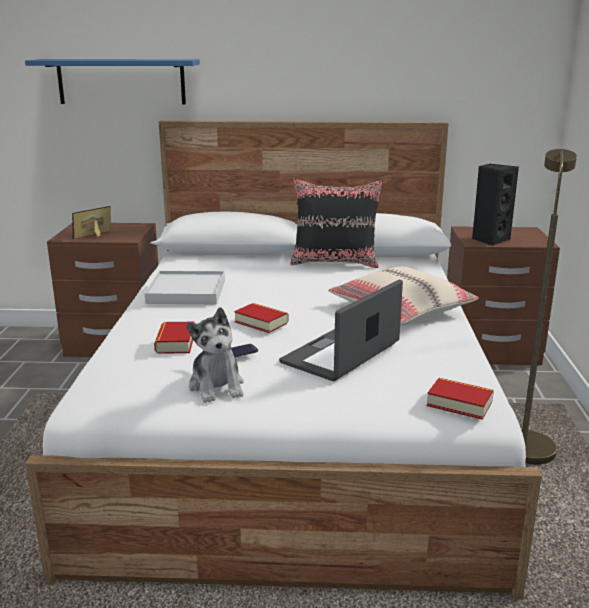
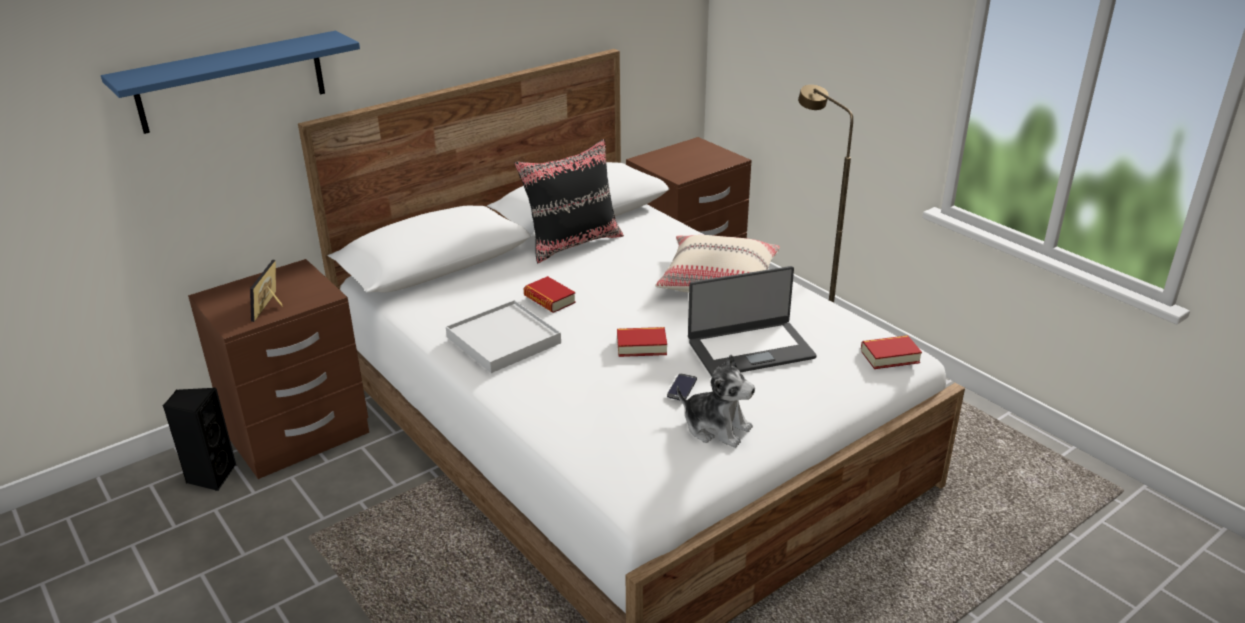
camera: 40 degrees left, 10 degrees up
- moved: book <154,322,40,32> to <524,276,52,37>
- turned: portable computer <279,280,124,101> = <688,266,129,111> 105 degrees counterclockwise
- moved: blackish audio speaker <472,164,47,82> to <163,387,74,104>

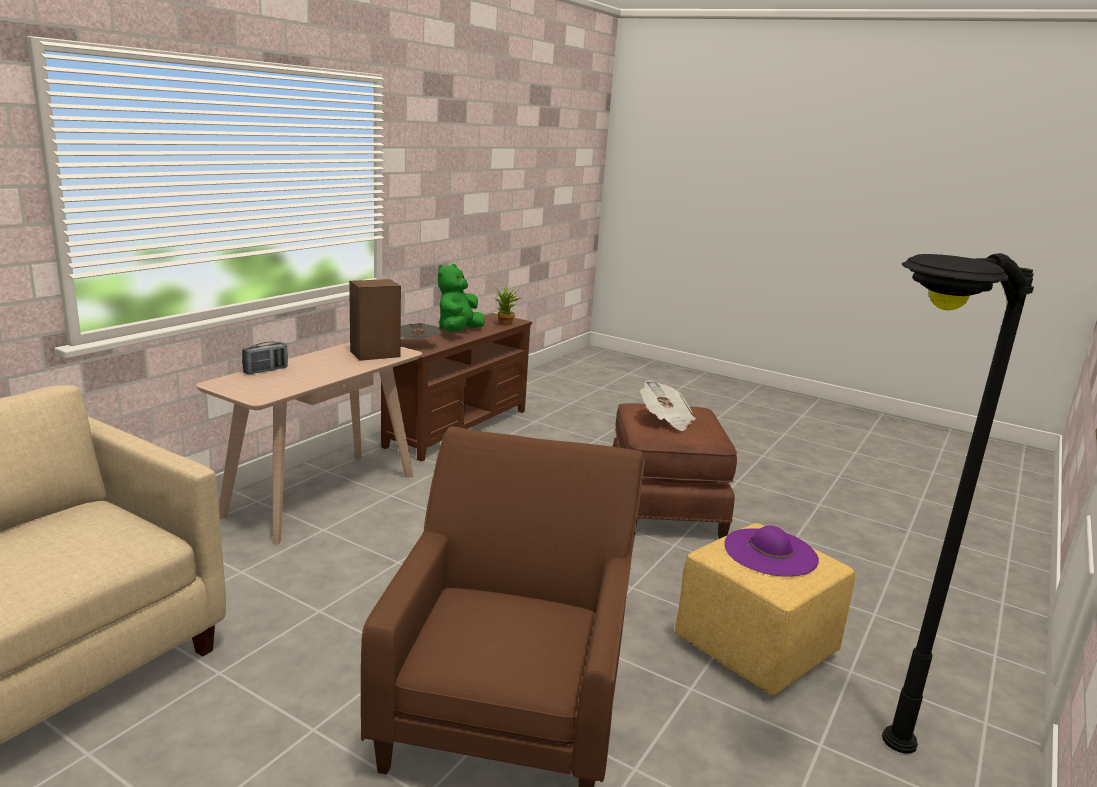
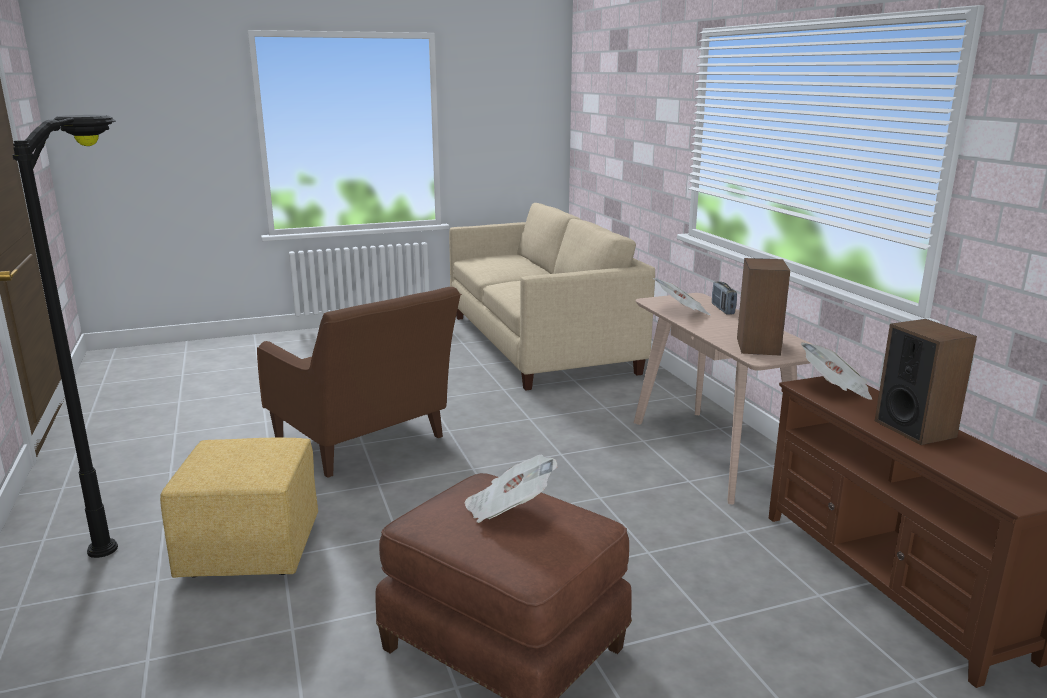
camera: 130 degrees right, 0 degrees up
- replaced: greenish soft toy <438,264,47,68> to audio speaker <875,319,102,126>
- removed: plant in a pot <495,287,26,39>
- removed: purple hat <724,525,95,52>
- added: newspaper <653,278,59,38>

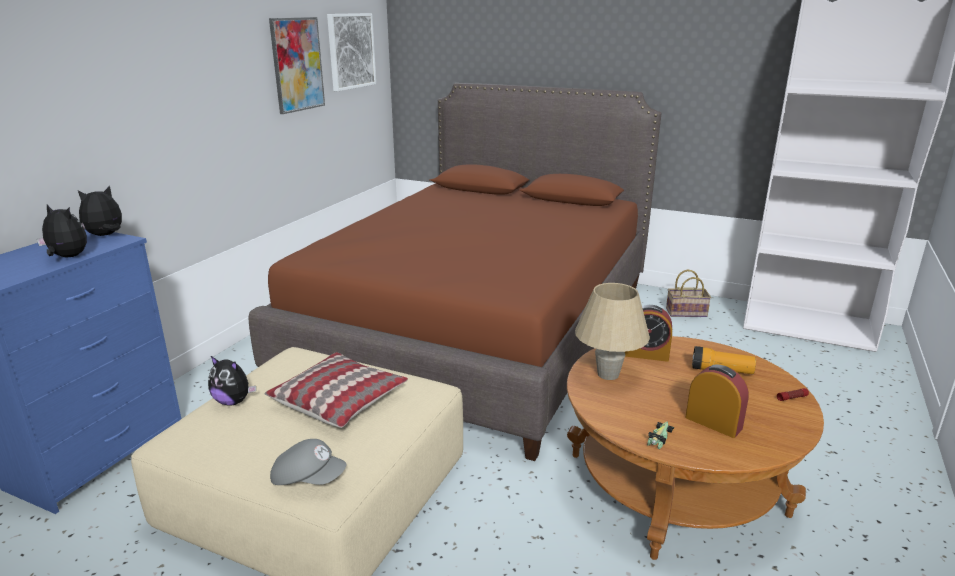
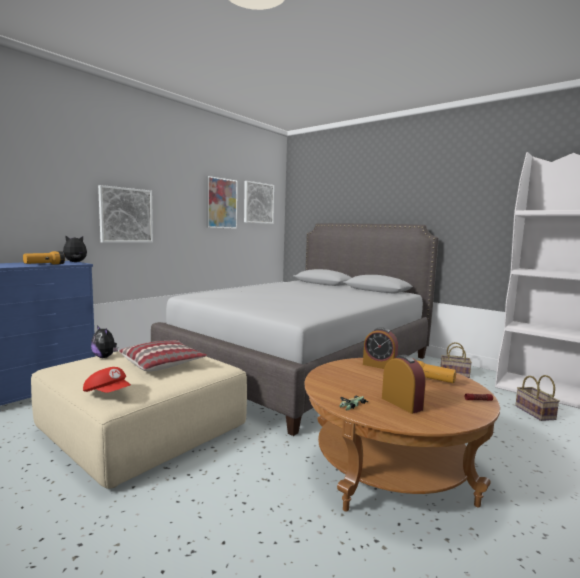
camera: 15 degrees right, 15 degrees down
- replaced: soft toy <37,204,50,53> to torch <23,251,42,13>
- recoloured: brown bed <249,83,413,378> to grey bed <151,223,288,213>
- recoloured: grey baseball cap <270,439,76,46> to red baseball cap <83,367,48,26>
- removed: beige-coloured tabletop lamp <575,283,75,97>
- added: wall art <98,185,55,58>
- added: storage basket <515,375,45,46>

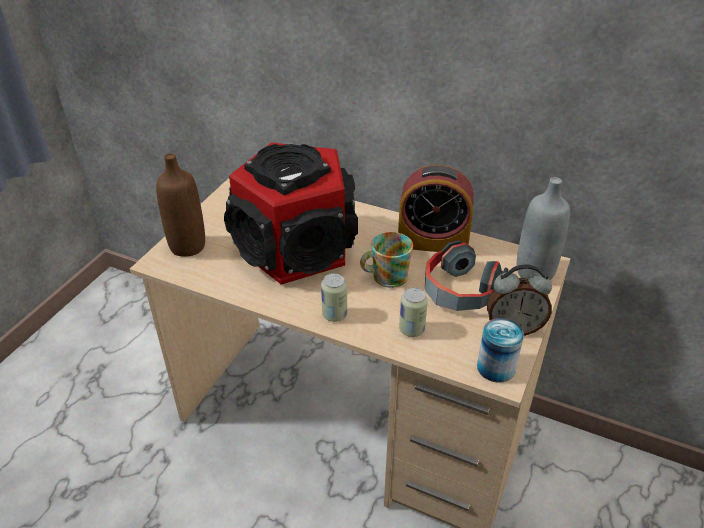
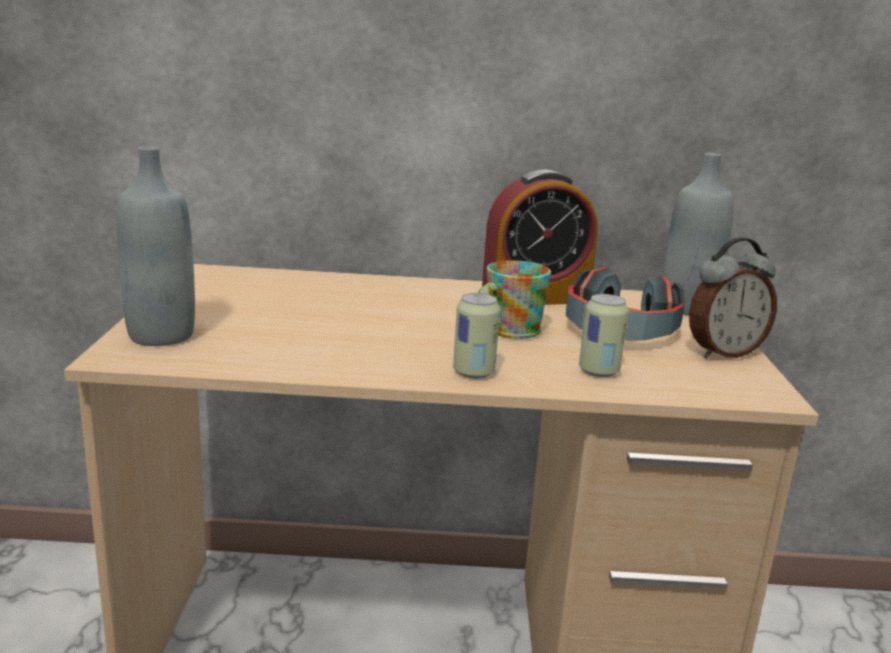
camera: 25 degrees left, 20 degrees down
- recoloured: brown drink bottle <156,153,49,104> to grey drink bottle <117,147,78,199>
- removed: audio speaker <224,143,134,141>
- removed: metal can <477,318,47,65>

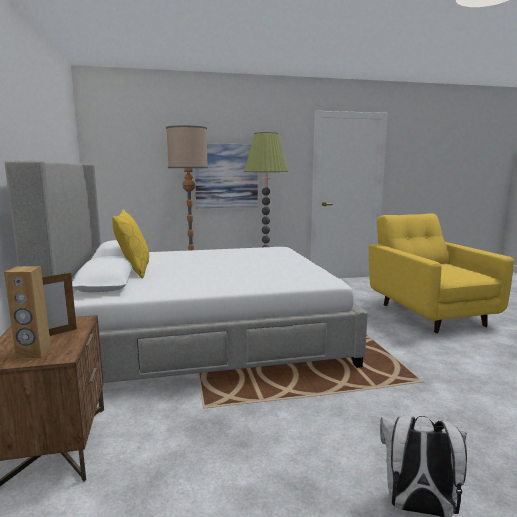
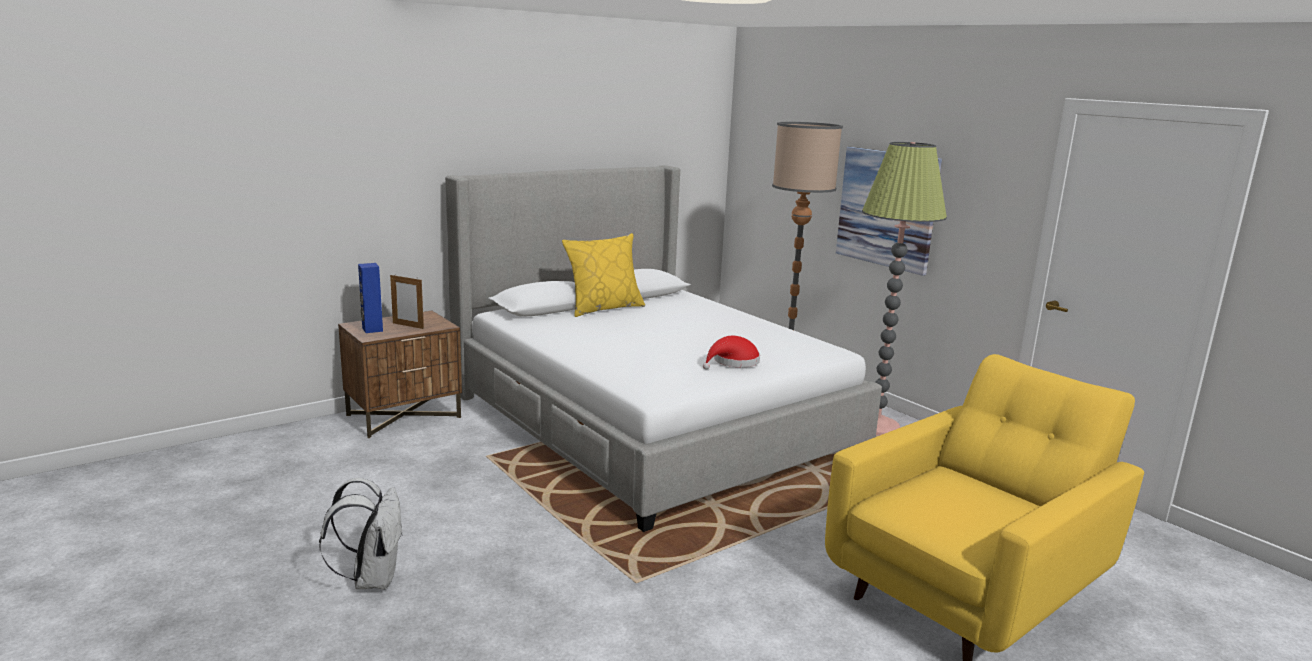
camera: 65 degrees right, 5 degrees up
- recoloured: brown audio speaker <4,266,47,93> to bluish audio speaker <358,263,25,70>
- added: red hat <703,336,57,34>

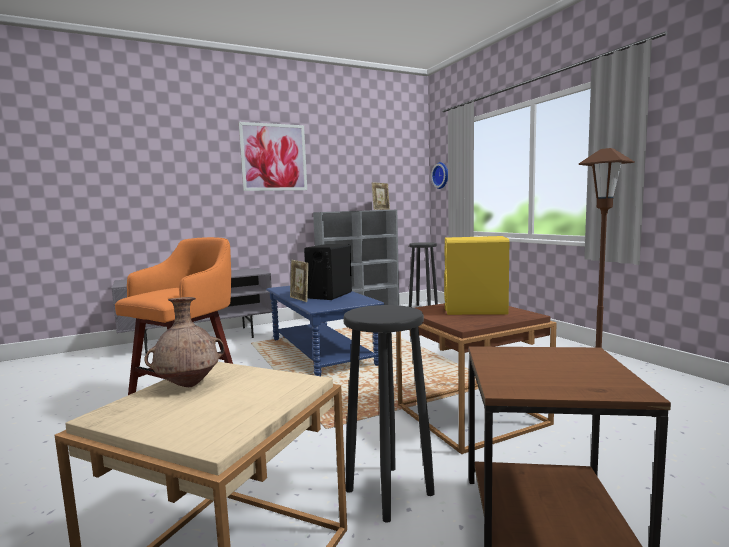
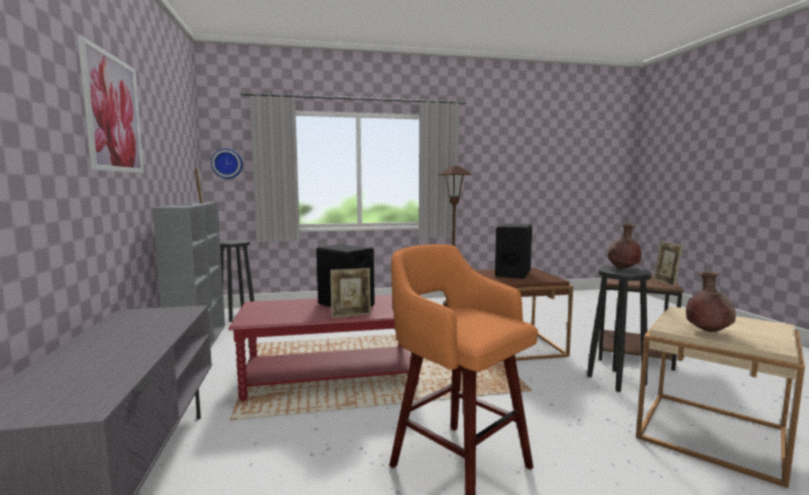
camera: 75 degrees left, 0 degrees up
- recoloured: bluish low table <266,286,118,90> to red low table <229,295,190,106>
- recoloured: yellow-coloured audio speaker <444,236,65,79> to blackish audio speaker <495,223,37,56>
- added: brown vase <607,223,35,46>
- added: picture frame <654,241,29,46>

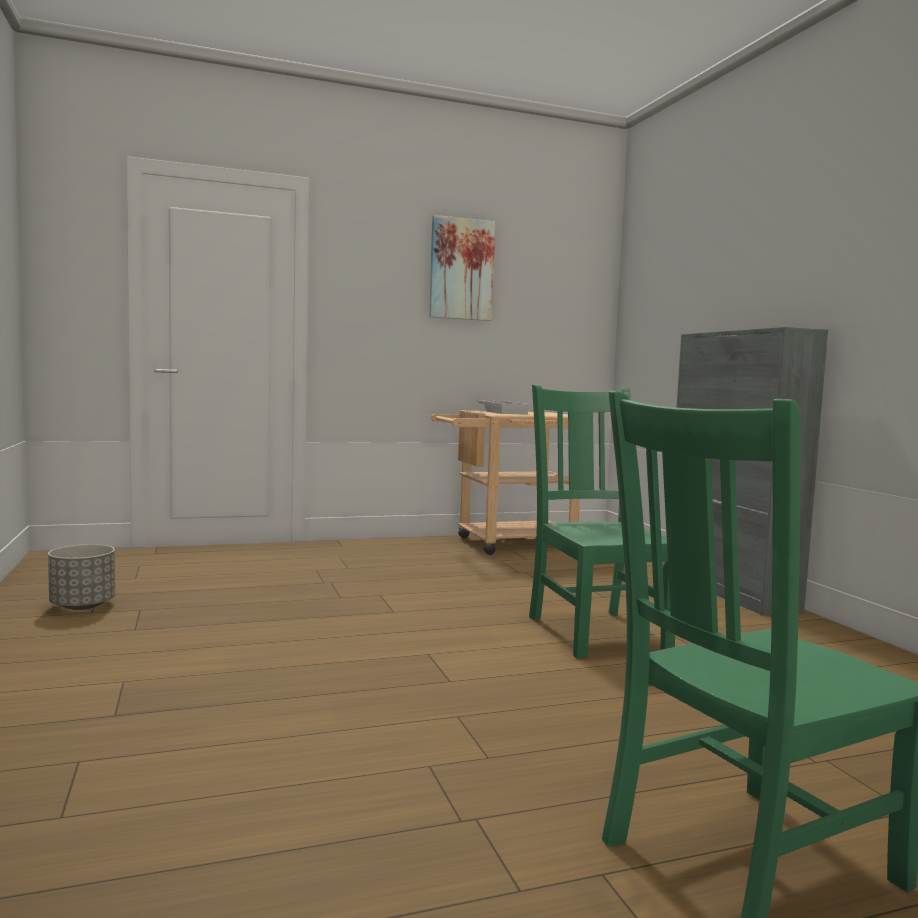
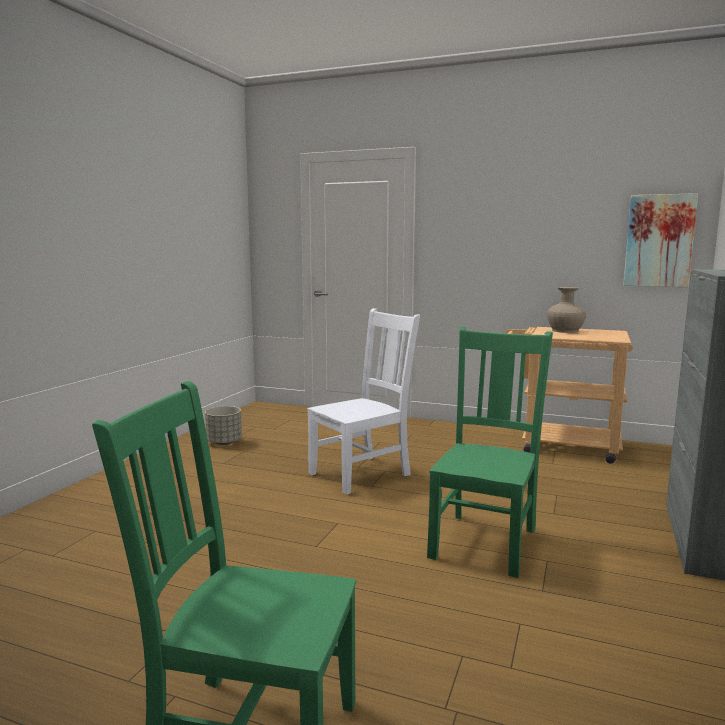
camera: 40 degrees right, 5 degrees up
- moved: wall art <429,215,66,106> to <623,193,75,94>
- replaced: whitish serving tray <477,400,54,14> to beige-coloured vase <547,287,39,46>
- added: whitish plain chair <307,308,113,187>

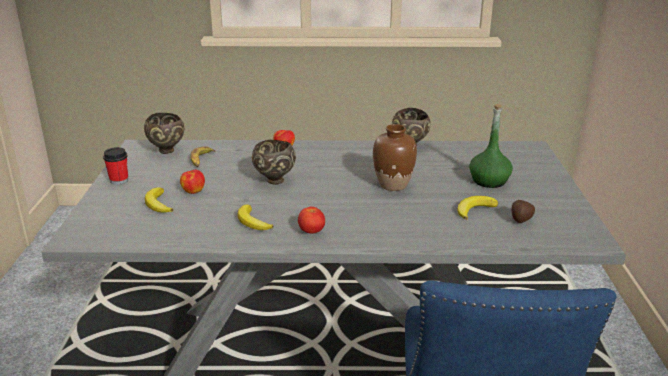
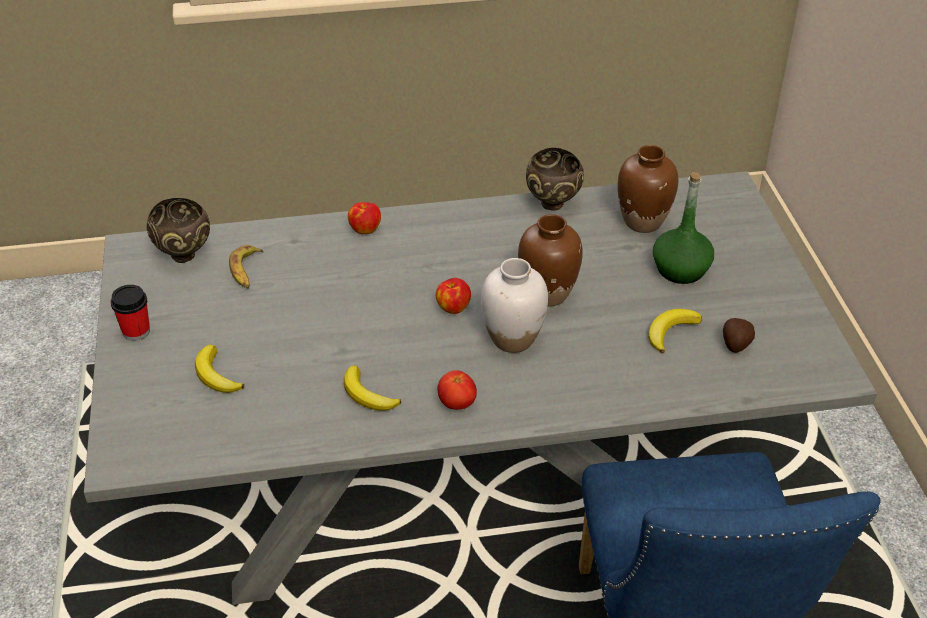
camera: 10 degrees left, 15 degrees up
- moved: whole apple <180,170,25,24> to <436,278,35,36>
- removed: brown serving bowl <252,140,44,45>
- added: whitish vase <481,258,67,95>
- added: brown vase <618,145,60,88>

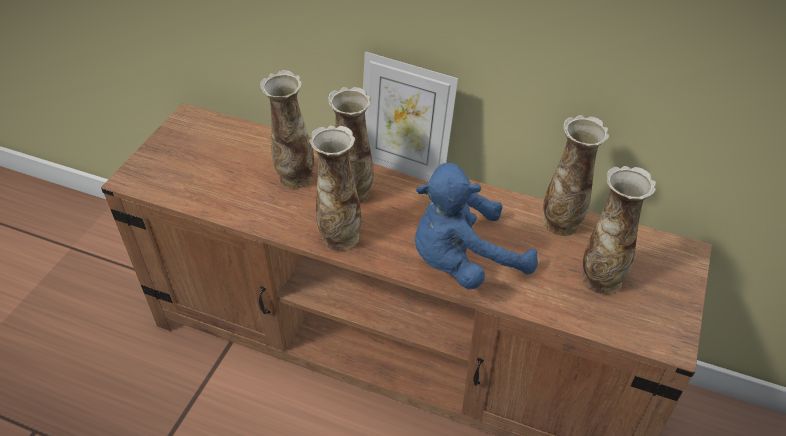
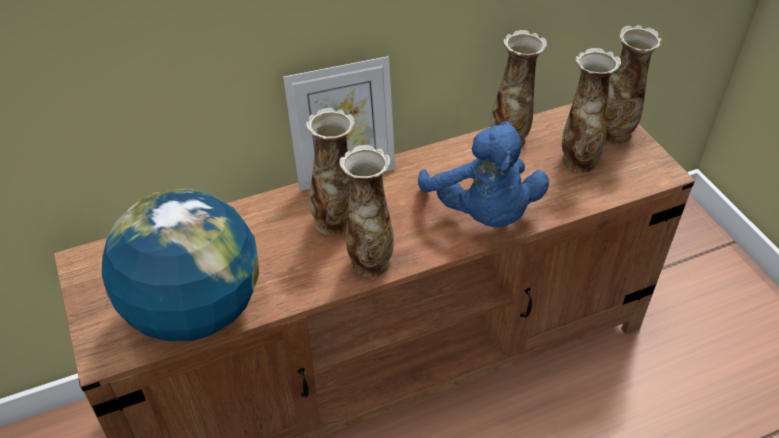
camera: 45 degrees left, 0 degrees up
- moved: vase <260,70,54,119> to <606,25,56,120>
- turned: bluish soft toy <415,163,123,127> = <418,121,131,106> 45 degrees counterclockwise
- added: desk globe <102,189,157,152>

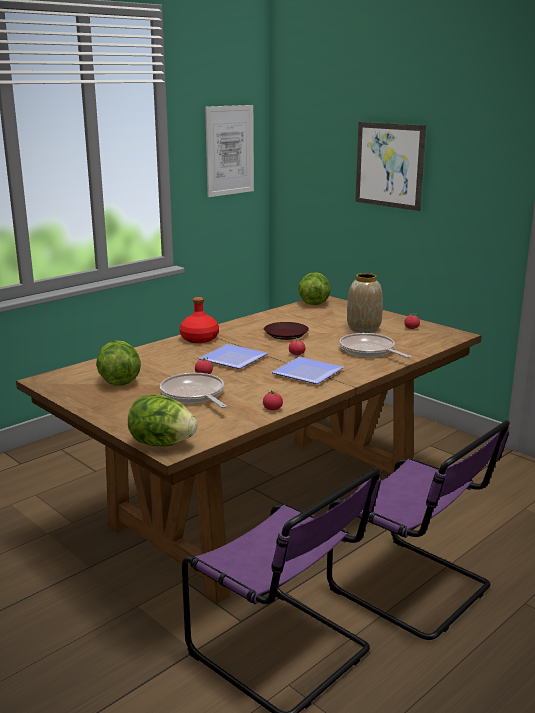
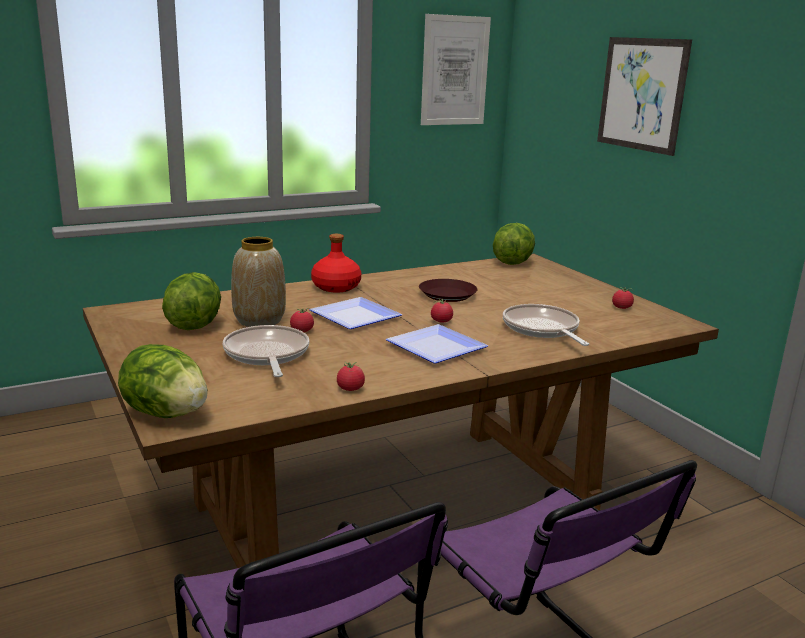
camera: 15 degrees right, 0 degrees up
- moved: vase <347,273,36,60> to <231,237,55,90>

